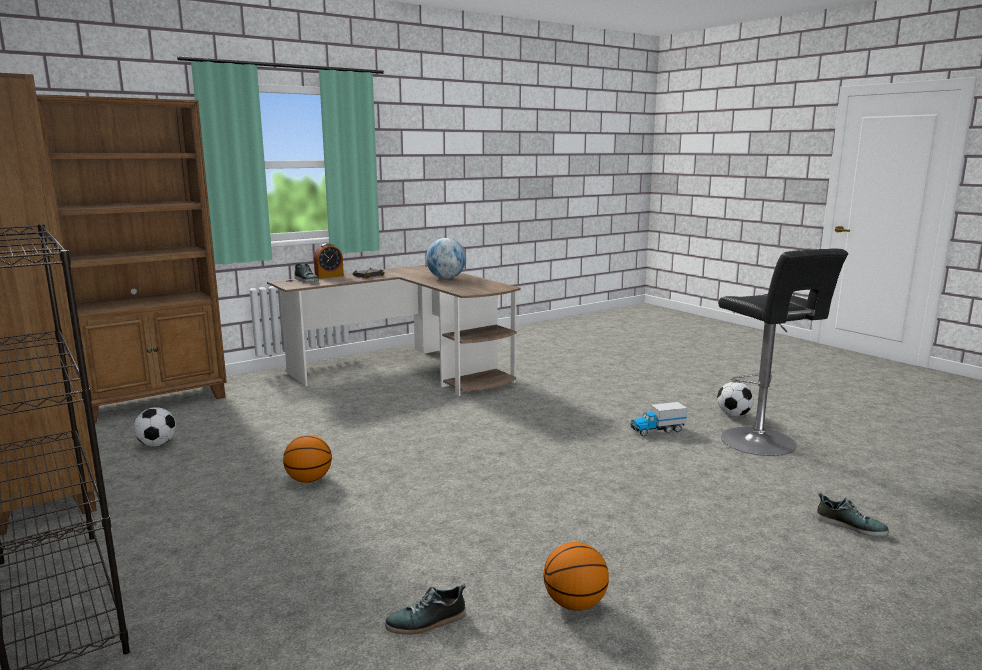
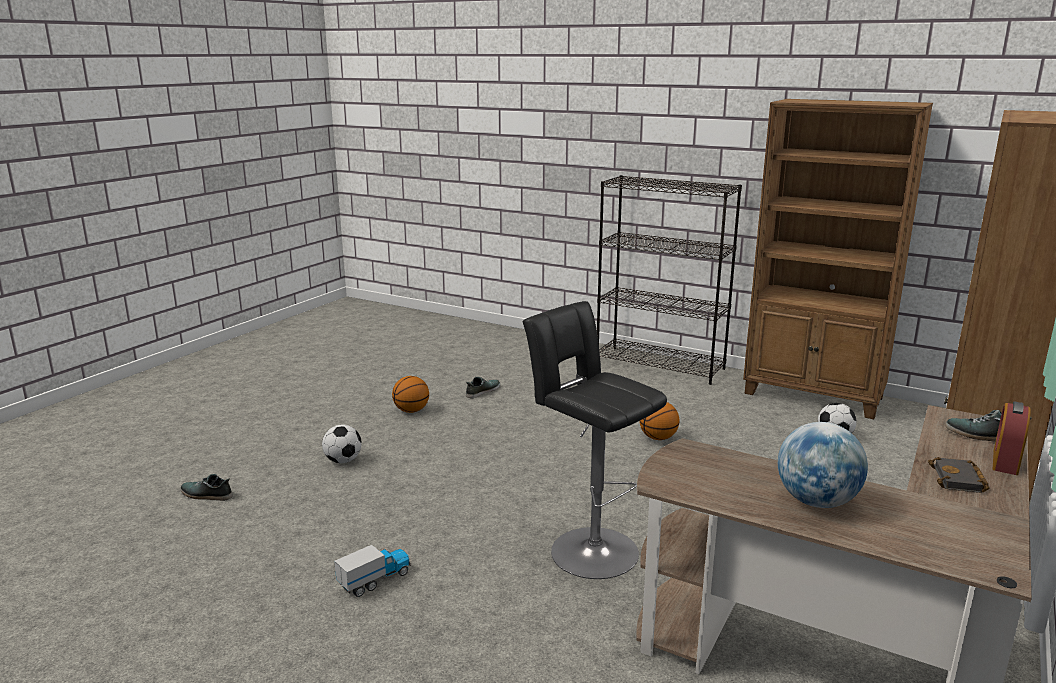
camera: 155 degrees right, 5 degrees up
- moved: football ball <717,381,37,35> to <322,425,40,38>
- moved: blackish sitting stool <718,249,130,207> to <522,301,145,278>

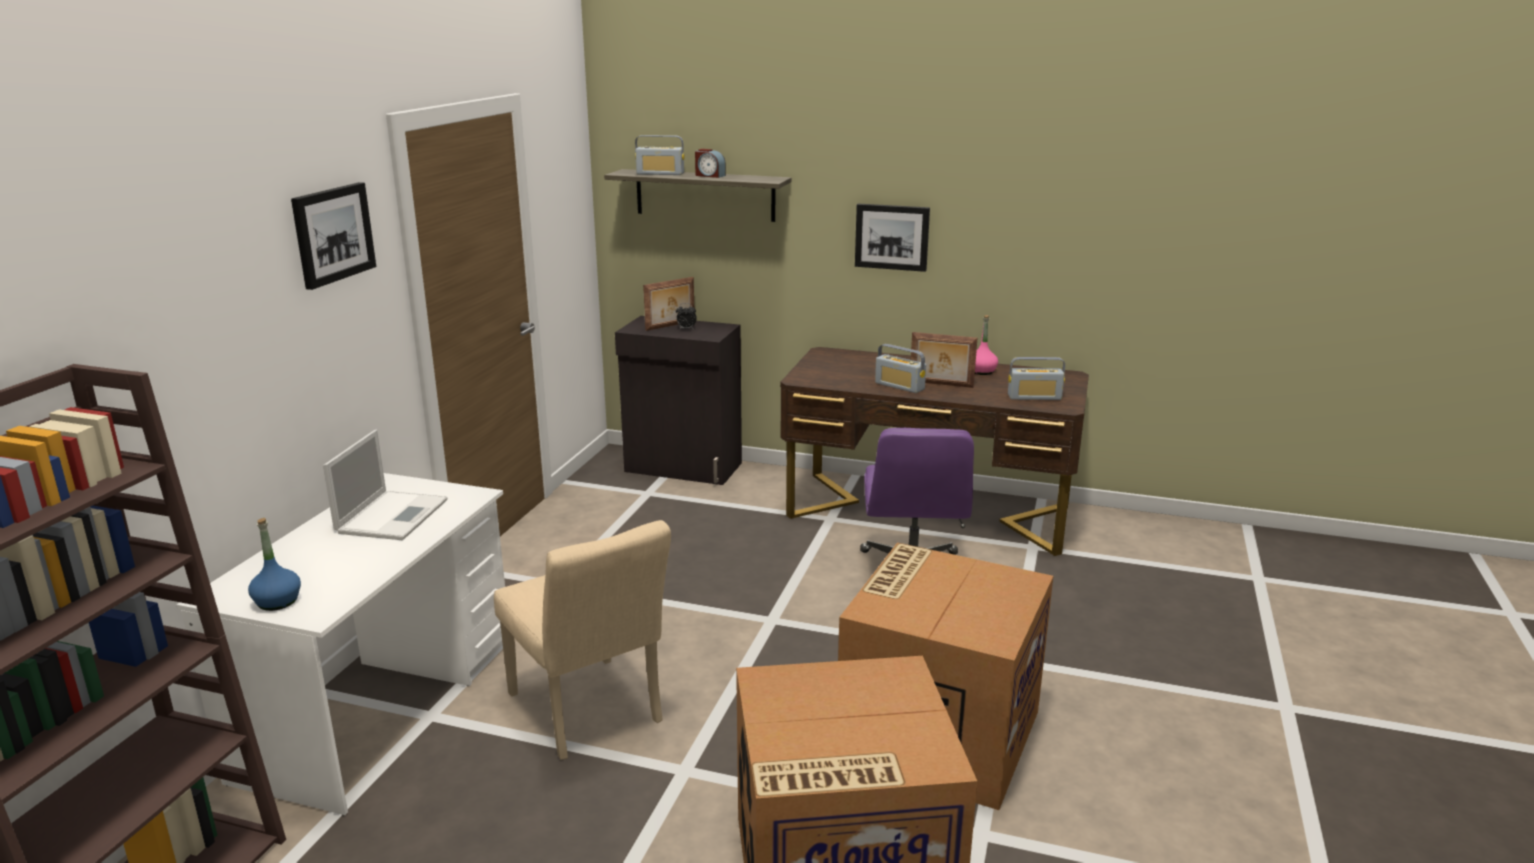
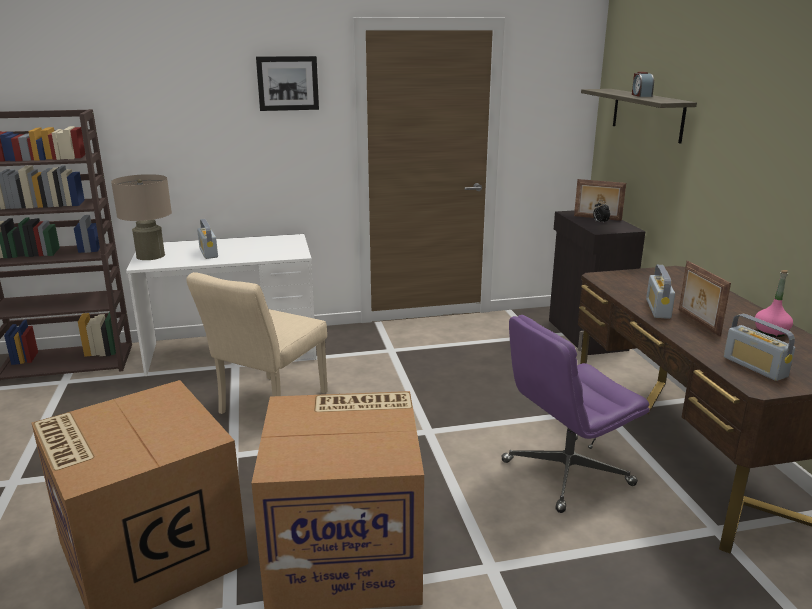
camera: 60 degrees right, 0 degrees up
- replaced: bluish drink bottle <248,518,53,93> to beige-coloured tabletop lamp <111,174,61,86>
- removed: portable computer <323,430,125,110>
- moved: radio receiver <635,135,50,40> to <197,219,21,40>
- removed: wall art <855,204,75,68>

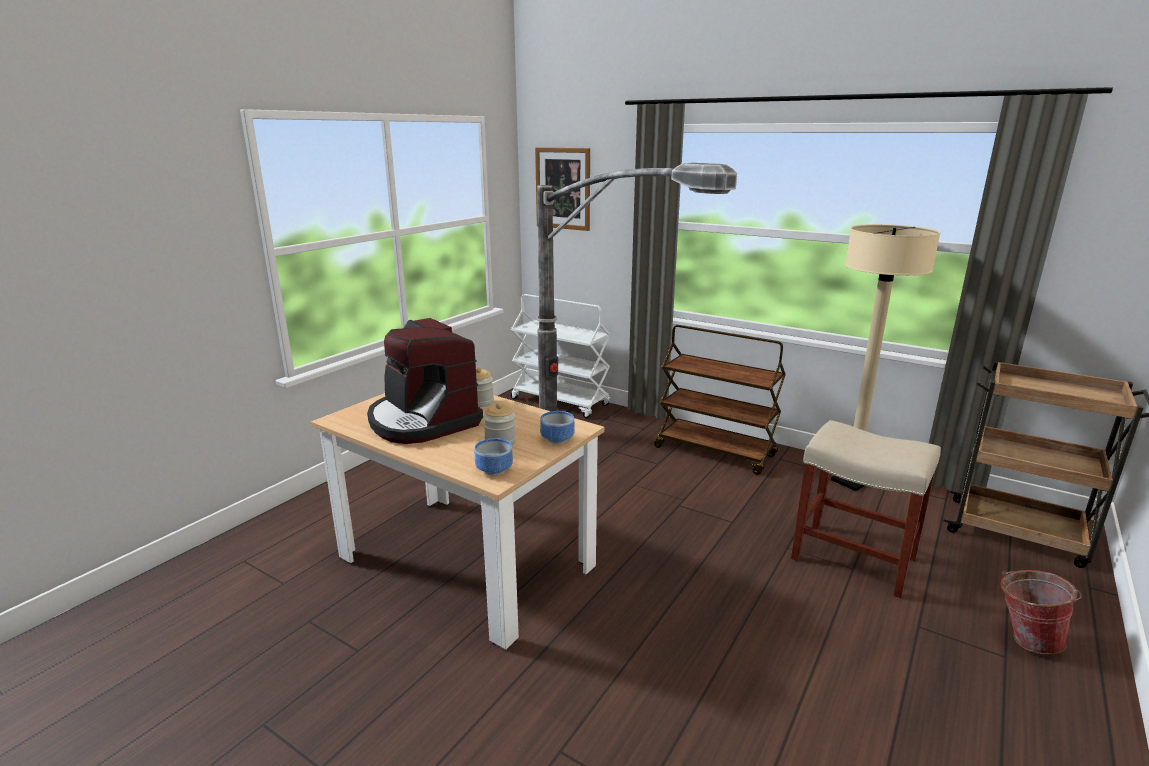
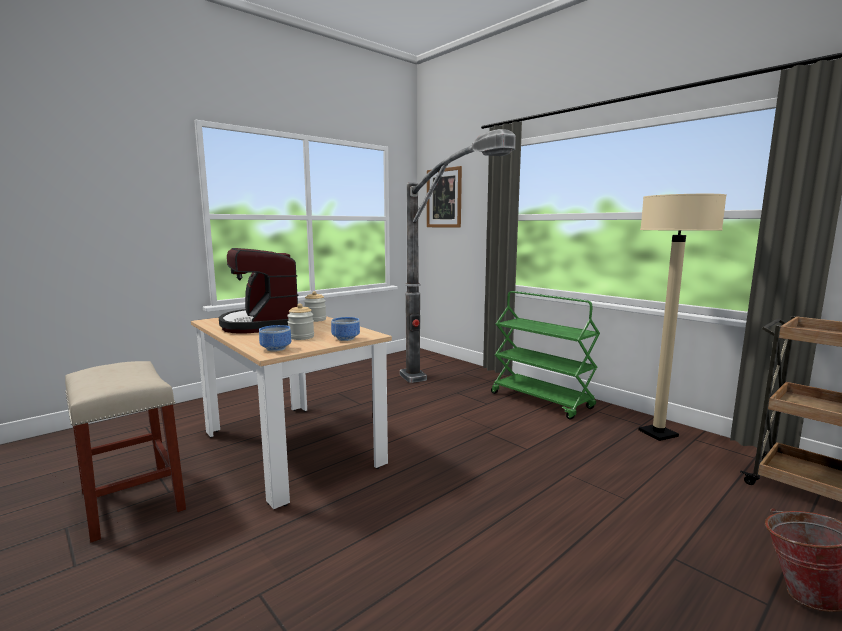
camera: 15 degrees right, 10 degrees down
- removed: whitish cart <511,294,100,124>
- recoloured: brown cart <654,325,132,150> to greenish cart <491,291,109,129>
- moved: beige-coloured sitting stool <791,420,150,178> to <65,361,121,182>

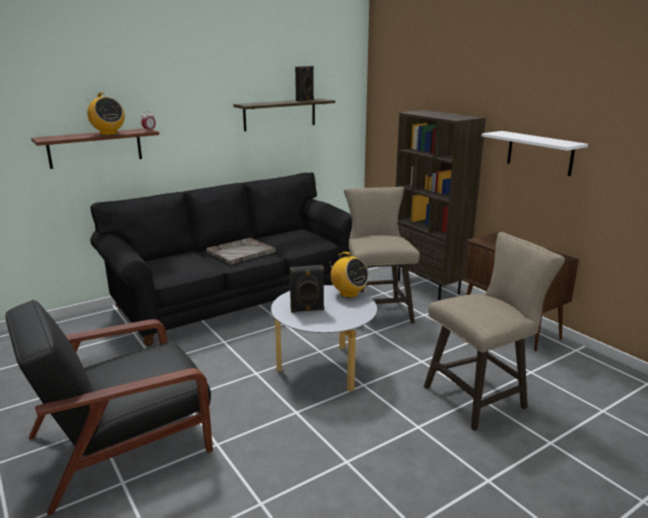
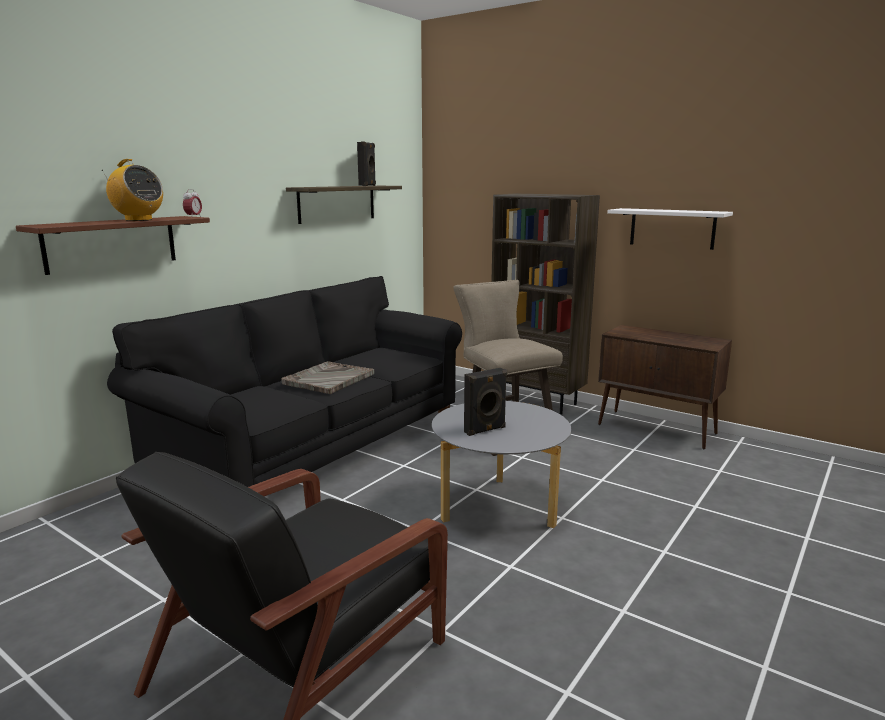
camera: 20 degrees left, 5 degrees down
- removed: radio receiver <328,252,41,46>
- removed: beige-coloured sitting stool <424,232,141,199>

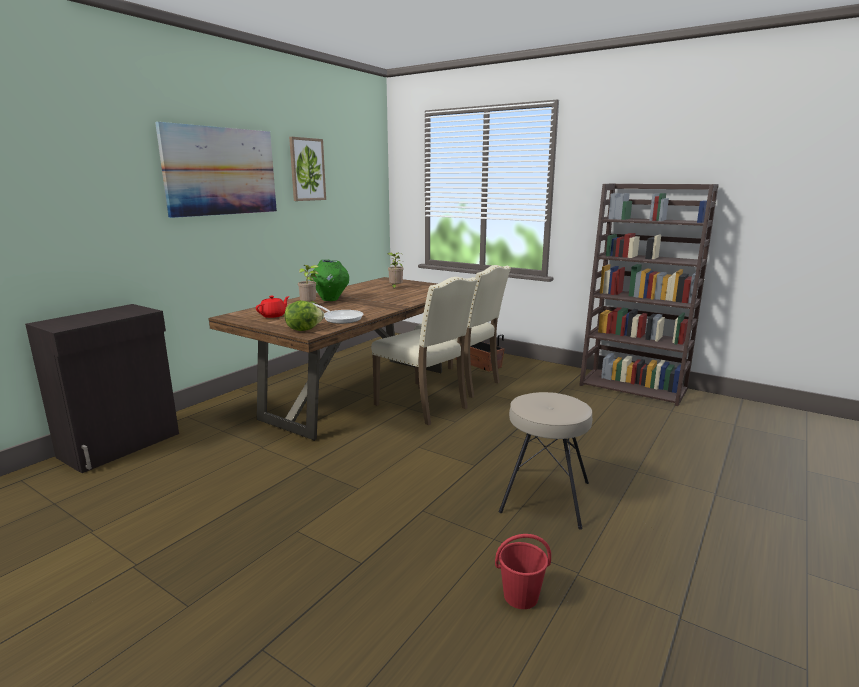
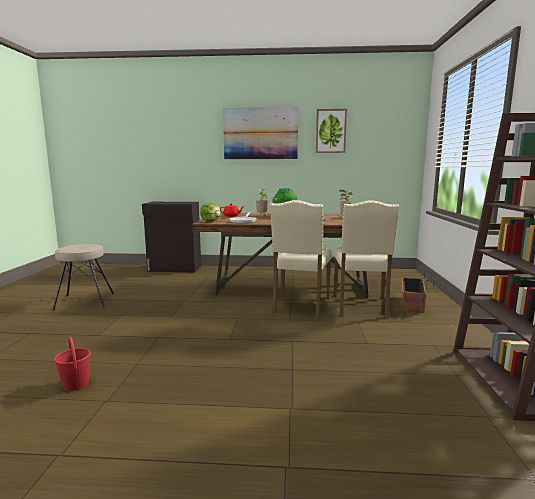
camera: 60 degrees right, 5 degrees down
- moved: beige-coloured sitting stool <499,392,93,138> to <52,244,62,66>

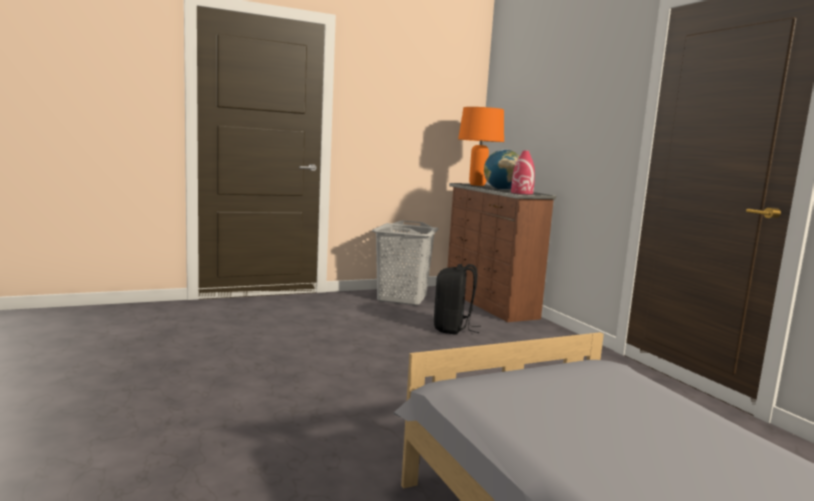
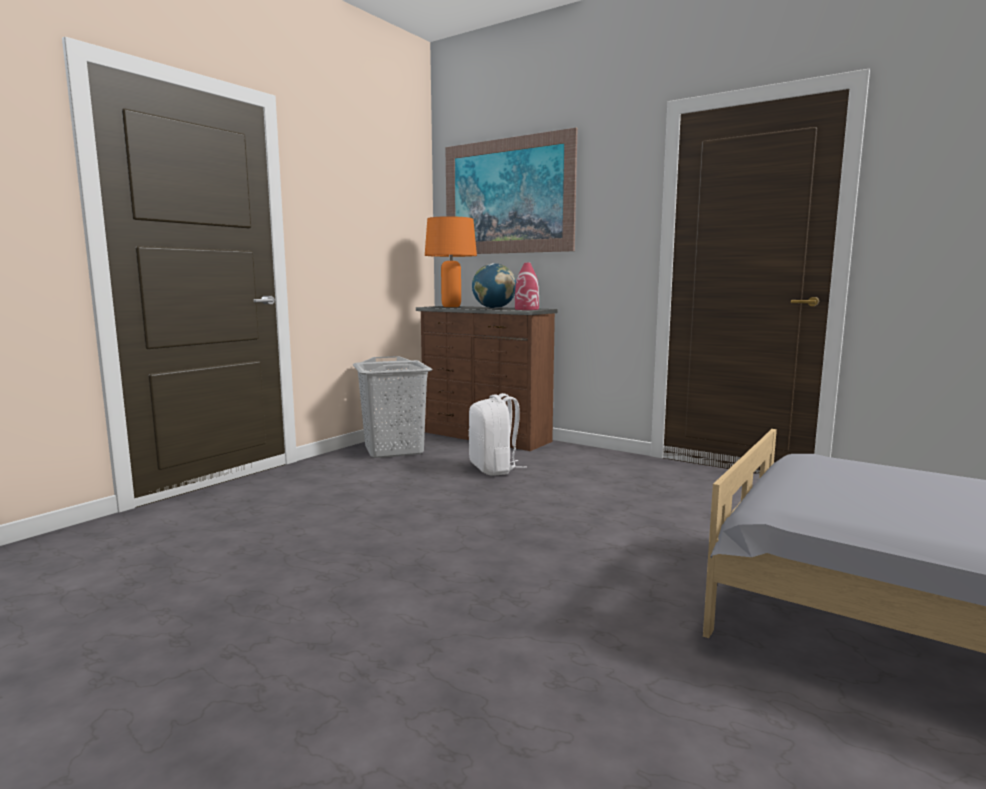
camera: 30 degrees left, 0 degrees up
- recoloured: blackish rucksack <434,264,47,71> to whitish rucksack <468,393,59,83>
- added: wall art <446,128,131,126>

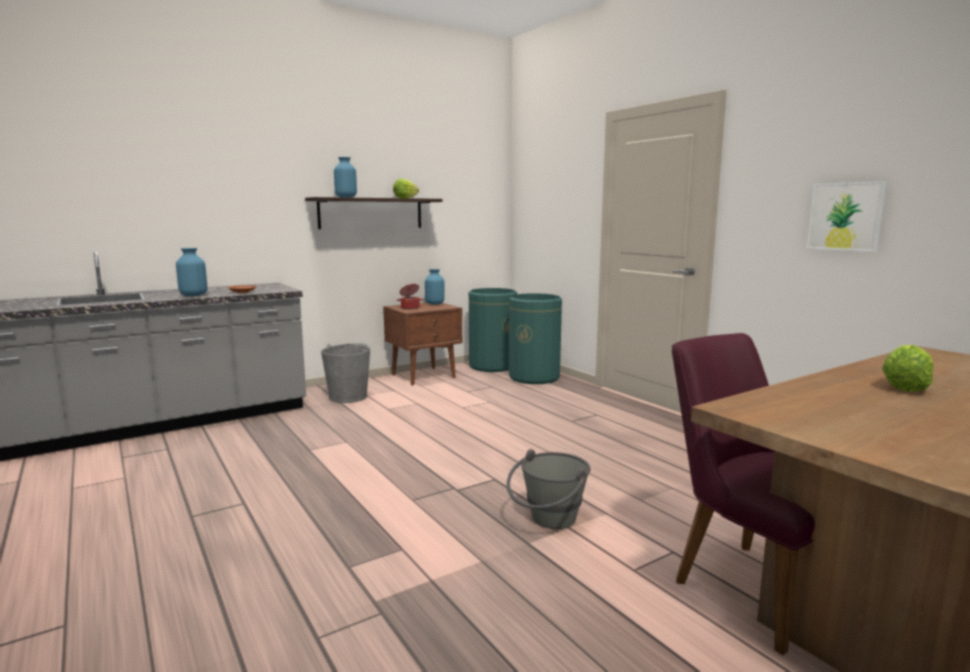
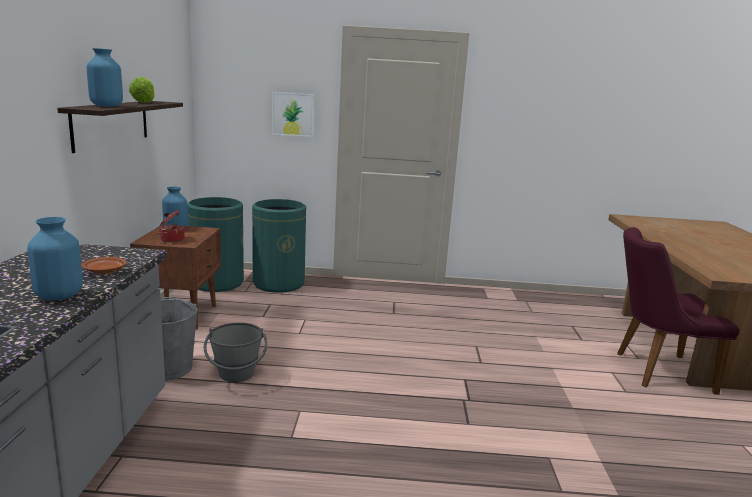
camera: 55 degrees left, 5 degrees up
- moved: grey bucket <507,449,83,80> to <204,323,64,59>
- moved: wall art <807,181,79,71> to <272,92,43,45>
- removed: lettuce head <882,345,51,47>

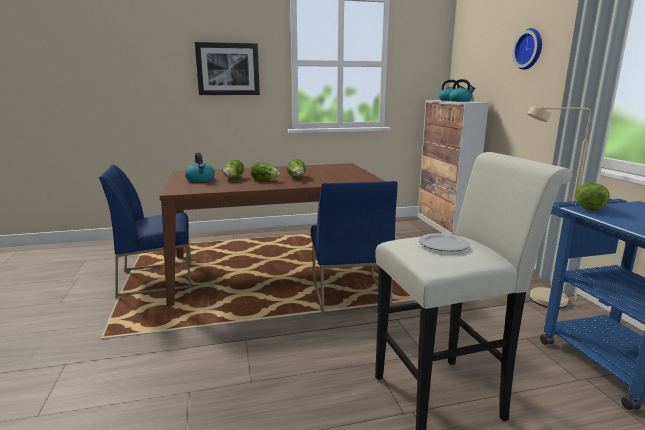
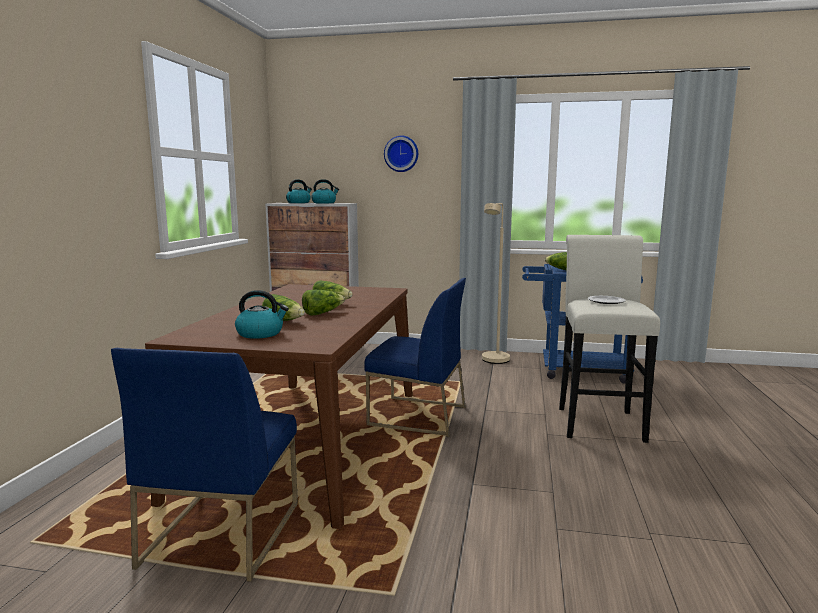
camera: 65 degrees left, 5 degrees down
- removed: wall art <195,42,65,53>

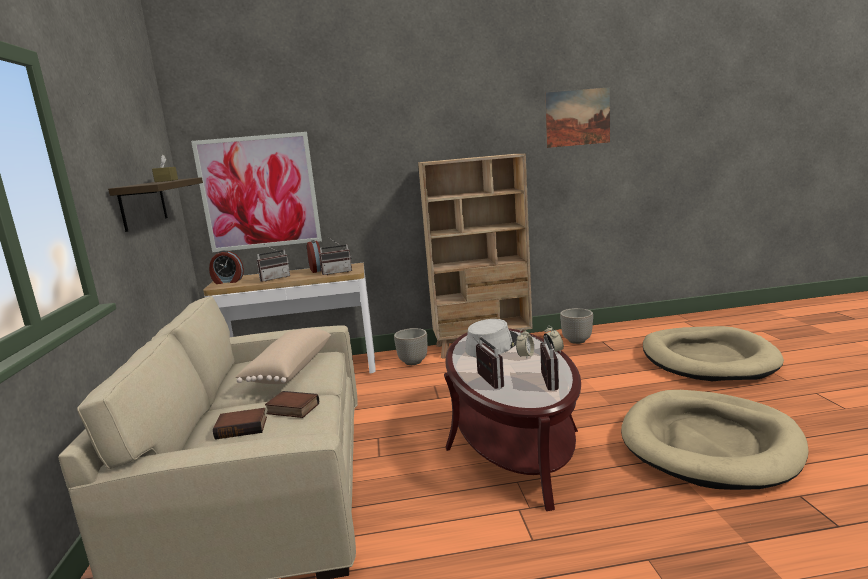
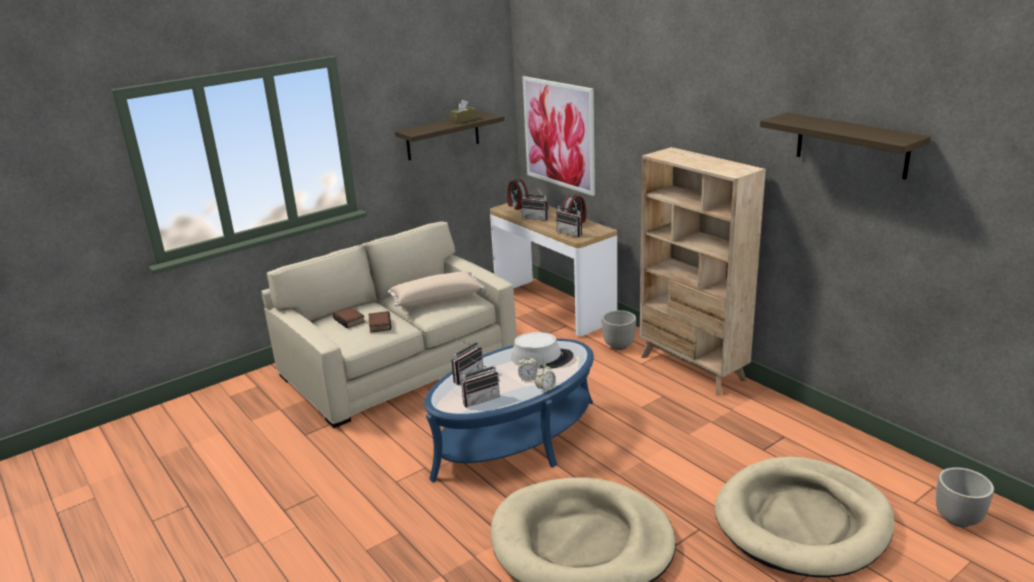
camera: 60 degrees right, 10 degrees up
- recoloured: brown low table <444,328,137,183> to bluish low table <424,339,170,143>
- replaced: wall art <545,87,65,61> to bracket shelf <760,113,171,67>
- moved: planter <560,308,33,36> to <936,467,58,60>

